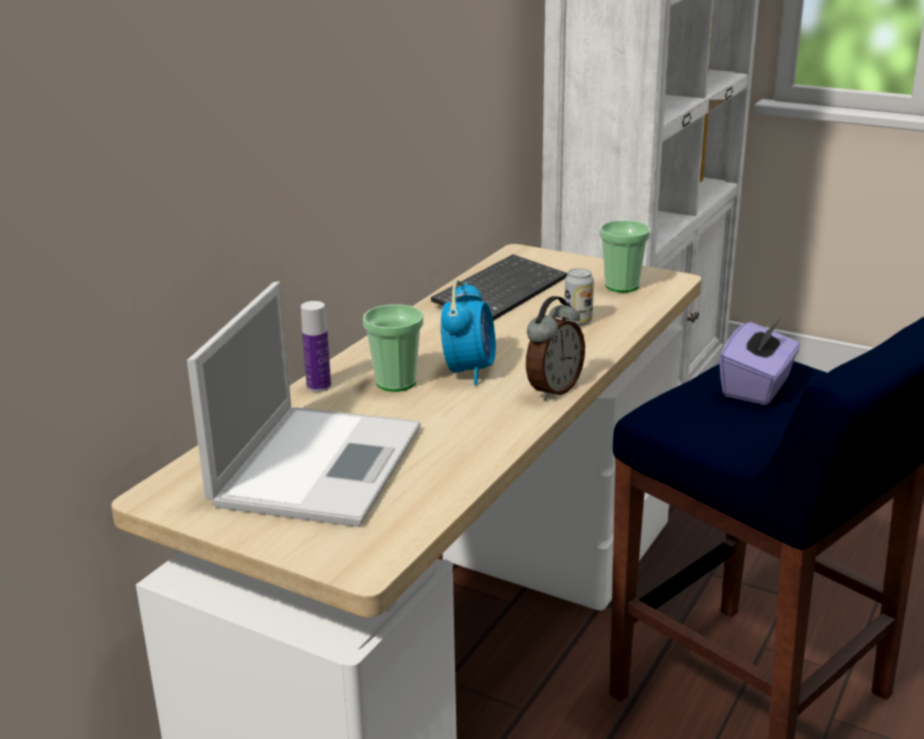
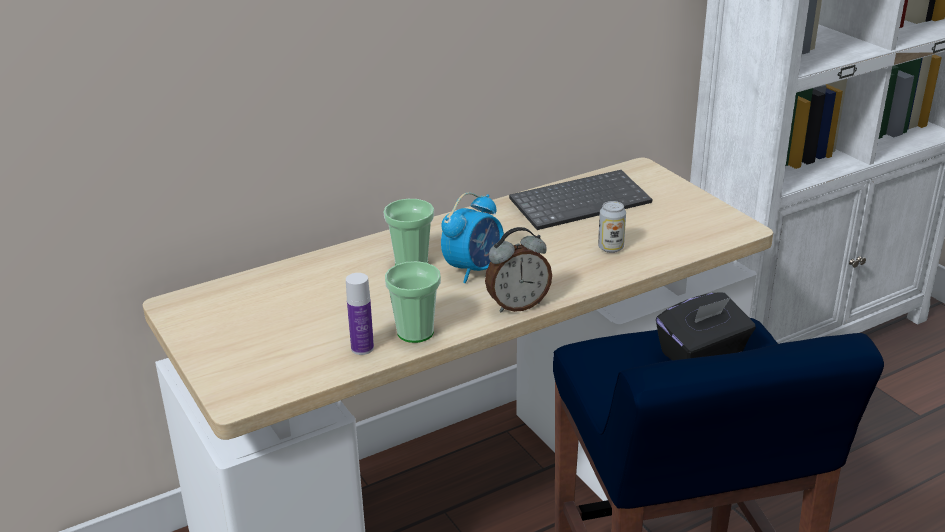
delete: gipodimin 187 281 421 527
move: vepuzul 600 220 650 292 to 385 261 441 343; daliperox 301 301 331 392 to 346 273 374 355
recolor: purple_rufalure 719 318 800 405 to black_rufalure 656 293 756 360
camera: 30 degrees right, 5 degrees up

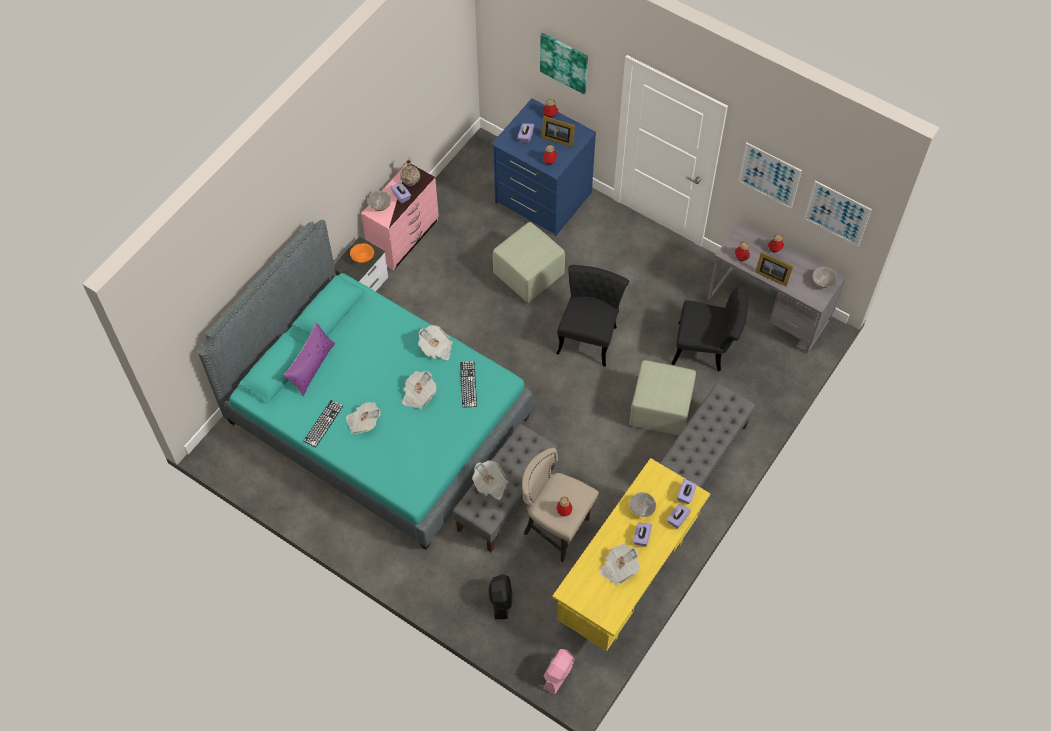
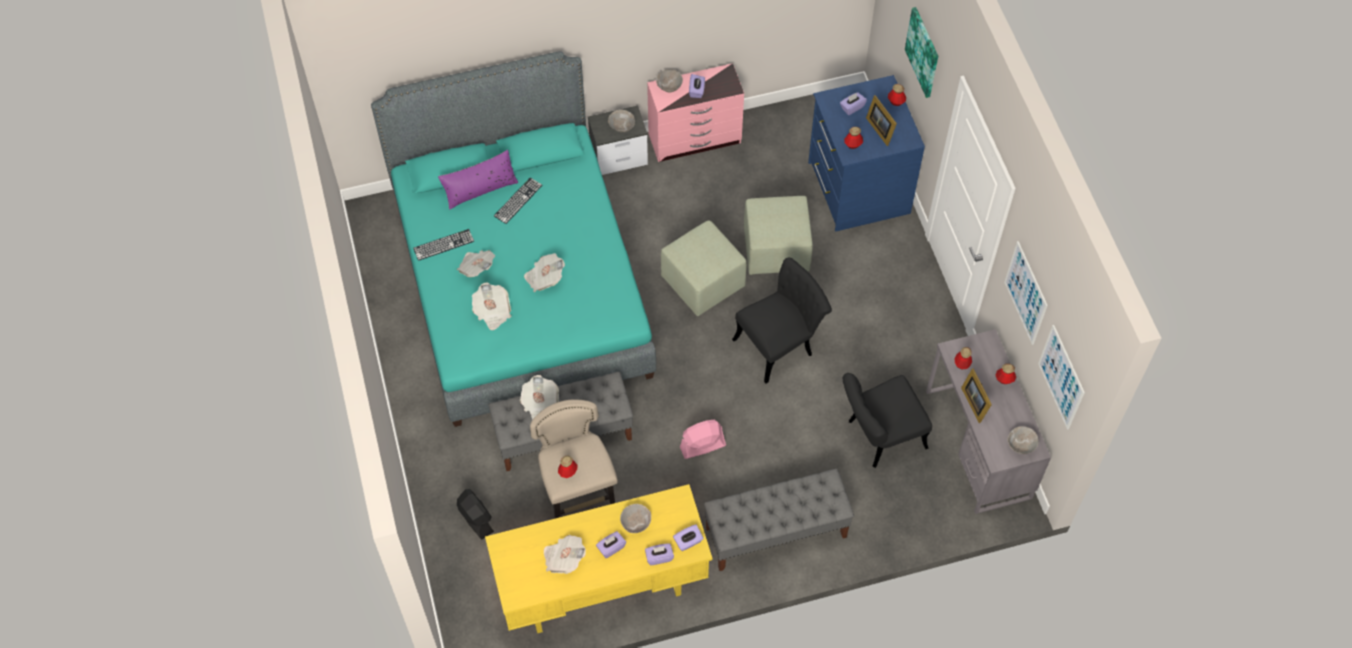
delete: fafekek 400 157 420 186
move: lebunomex 418 325 453 360 to 472 282 511 330; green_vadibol 629 360 696 435 to 661 220 747 316; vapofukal 460 361 477 408 to 494 178 542 224; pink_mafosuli 543 649 575 695 to 680 420 726 459
recolor: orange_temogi 350 243 374 263 to grey_temogi 608 109 635 132
rotate: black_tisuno 672 285 748 371 = 843 373 932 468 105 degrees clockwise; black_mafosuli 489 574 512 619 = 457 489 494 539 75 degrees counterclockwise
camera: 40 degrees right, 0 degrees up

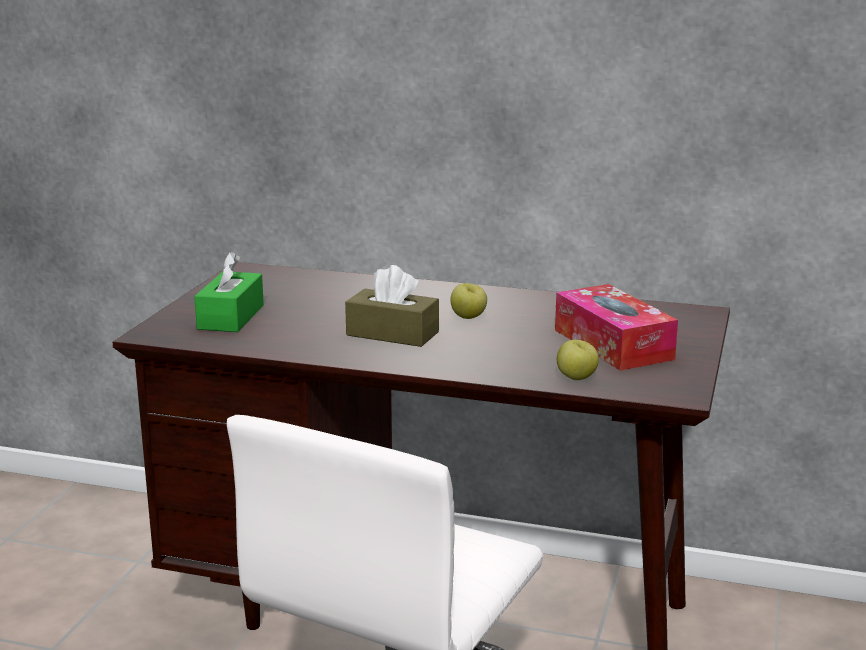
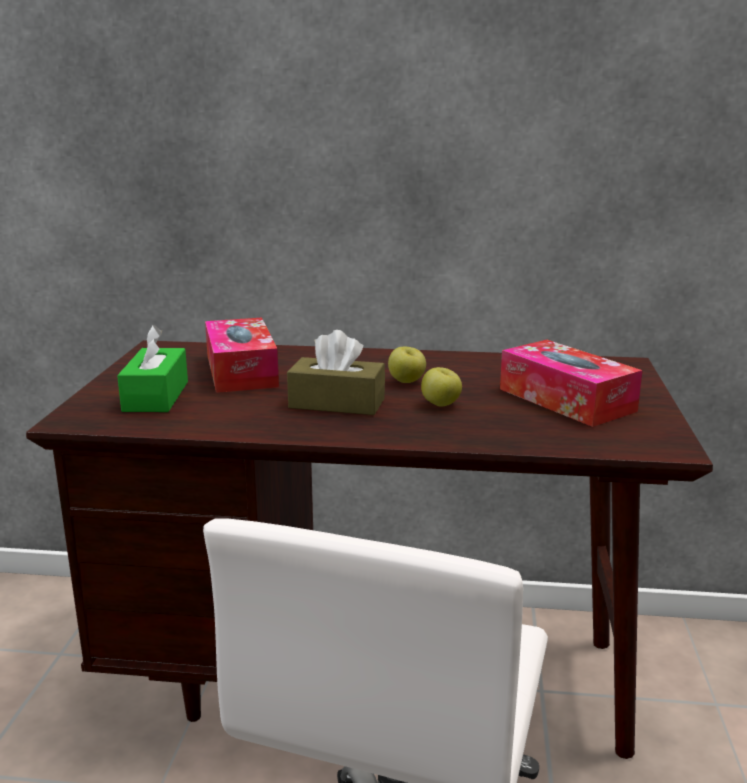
insert: rufalure 205 317 279 393
move: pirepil 557 340 599 380 to 421 367 462 407
camera: 10 degrees left, 0 degrees up

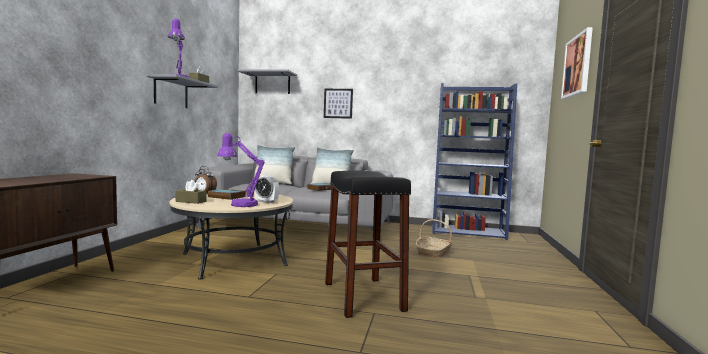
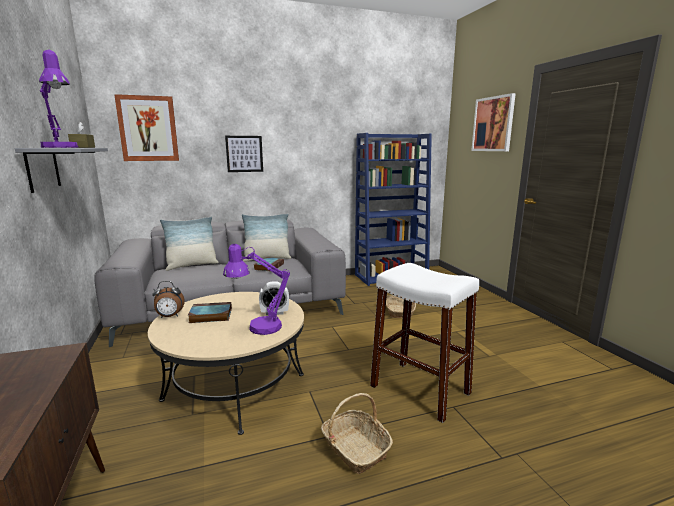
delete: brown_rufalure 175 180 206 204
insert: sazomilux 321 393 393 474
replace: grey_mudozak 237 69 297 94 to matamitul 114 94 179 161
recolor: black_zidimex 325 170 411 318 to white_zidimex 370 263 479 423
camera: 30 degrees left, 10 degrees up

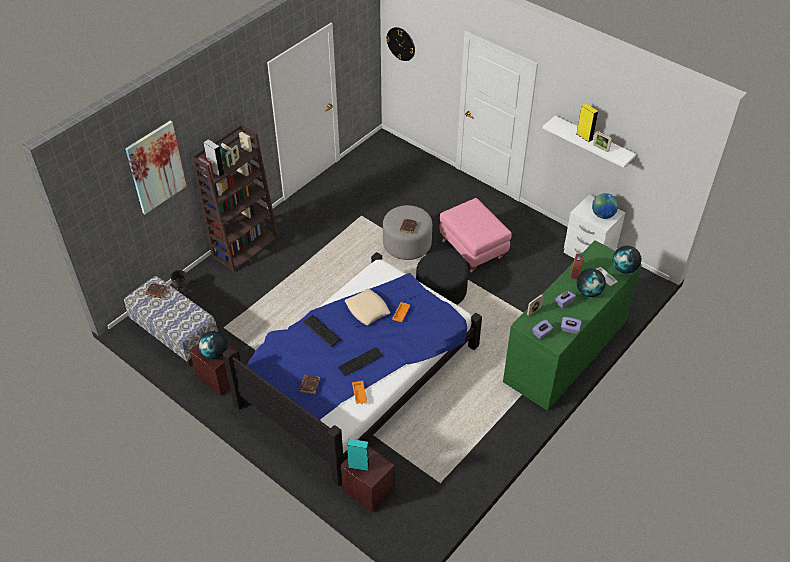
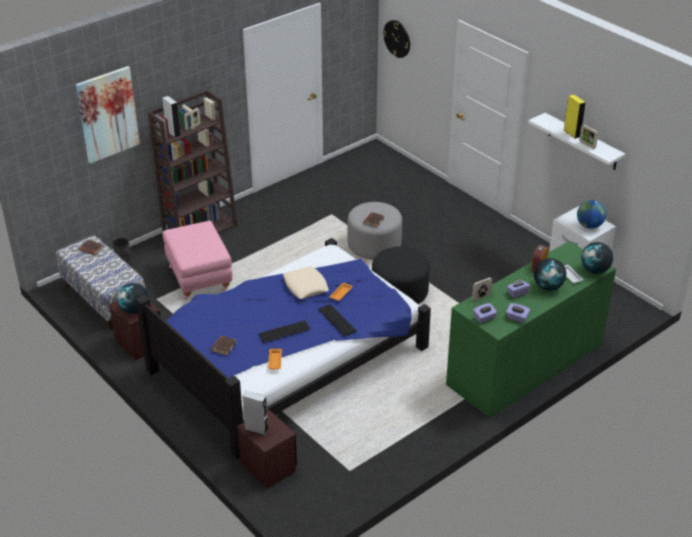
move: pink_vadibol 440 198 512 272 to 162 221 232 300; vapofukal 303 315 341 347 to 318 304 357 337
recolor: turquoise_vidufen 347 439 370 471 to grey_vidufen 243 391 269 435
camera: 10 degrees right, 10 degrees down

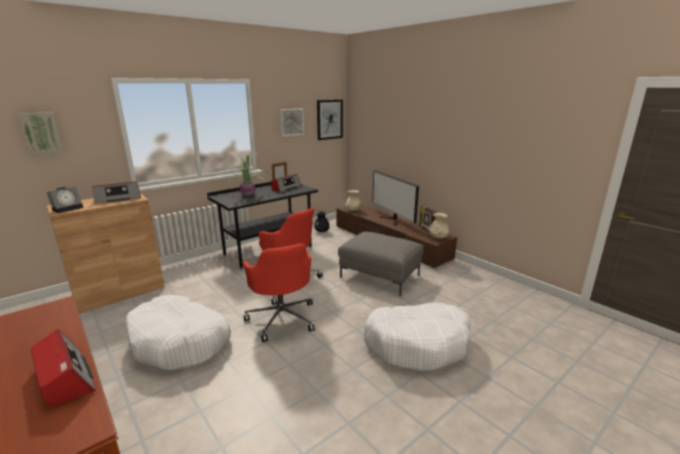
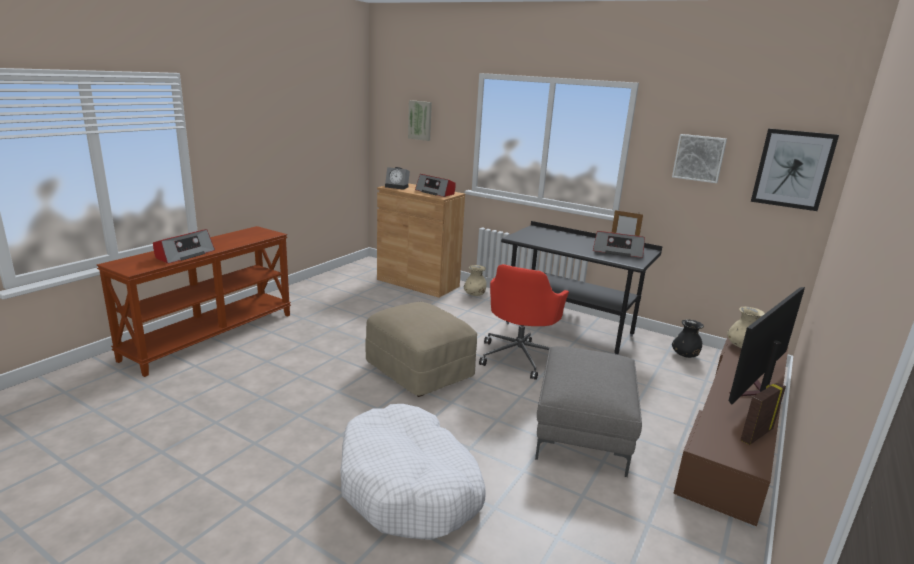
delete: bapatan 228 153 266 196; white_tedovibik 125 295 231 371
move: beige_fafekek 429 213 449 239 to 464 265 487 296
replace: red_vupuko 242 244 315 342 to beige_vadibol 365 302 477 397
camera: 70 degrees right, 0 degrees up

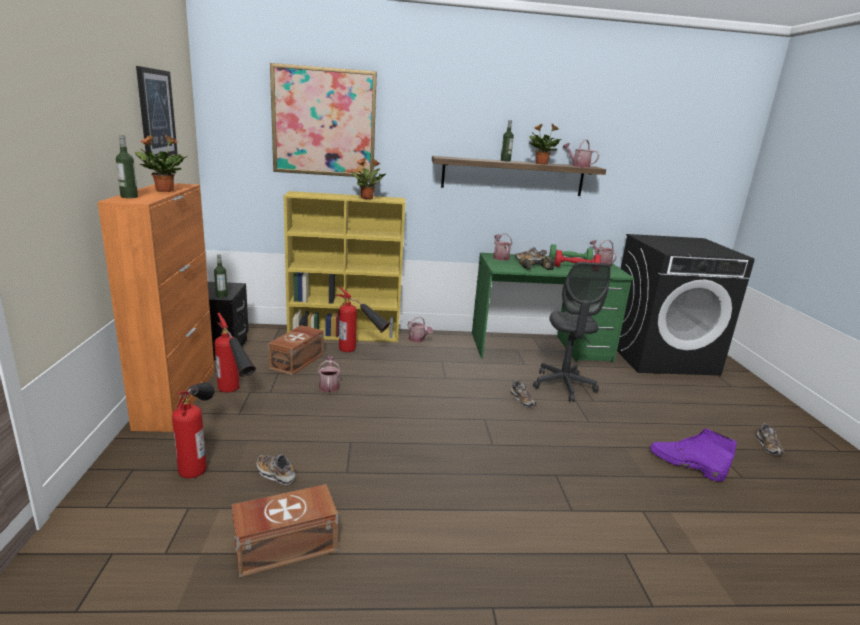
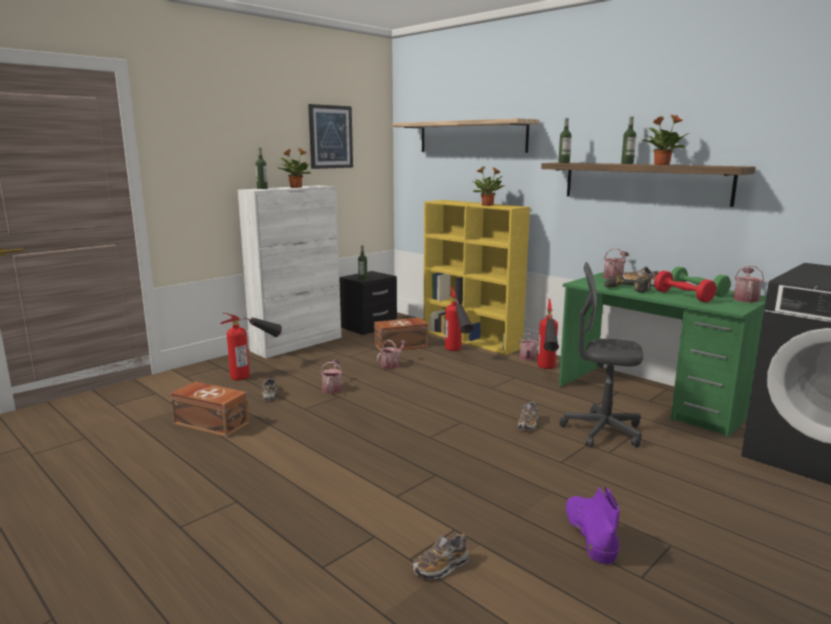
insert: daliperox 558 118 572 163
move: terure 563 140 599 168 to 320 360 343 394; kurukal 214 313 256 393 to 537 299 559 369; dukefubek 756 423 784 455 to 412 534 469 579
replace: matamitul 270 63 377 177 to mudozak 392 118 540 153
recolor: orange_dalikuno 97 183 215 432 to white_dalikuno 238 185 341 358
rotate: grey_vupuko 533 262 611 402 = 560 262 643 448 60 degrees clockwise
camera: 50 degrees right, 5 degrees down

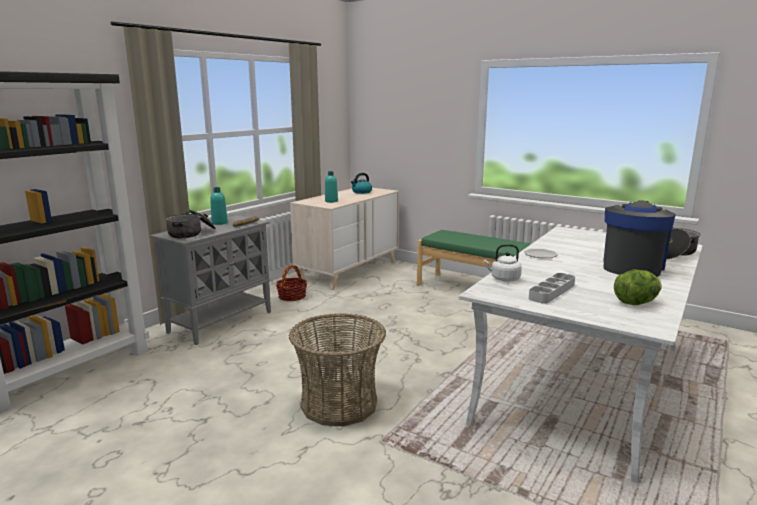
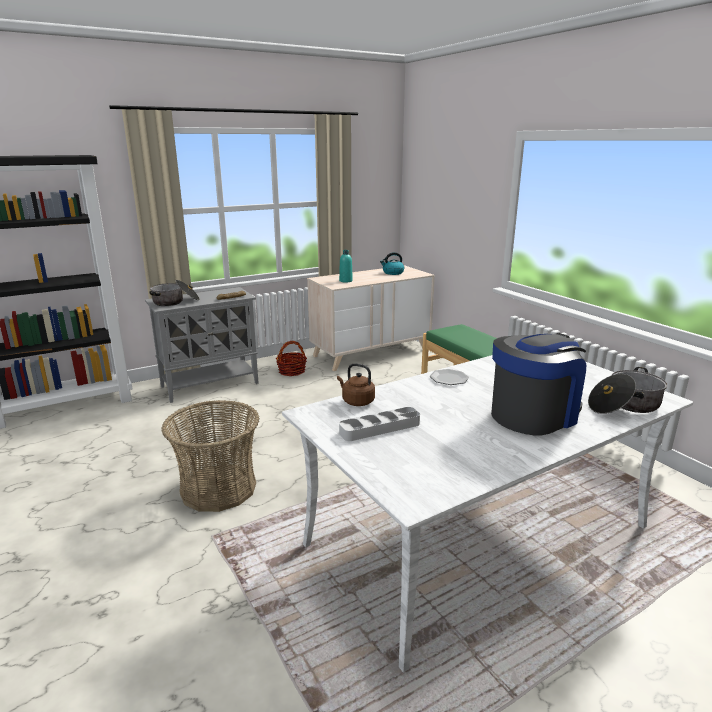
delete: turquoise_daliperox 210 187 228 225; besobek 614 270 662 305
recolor: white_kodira 483 244 522 282 to brown_kodira 337 363 375 406
camera: 25 degrees right, 5 degrees up

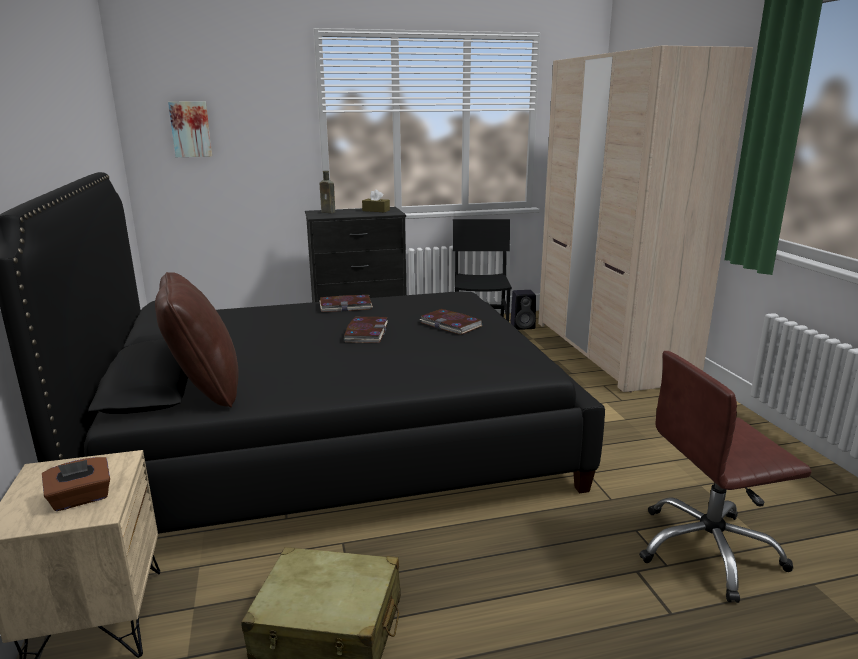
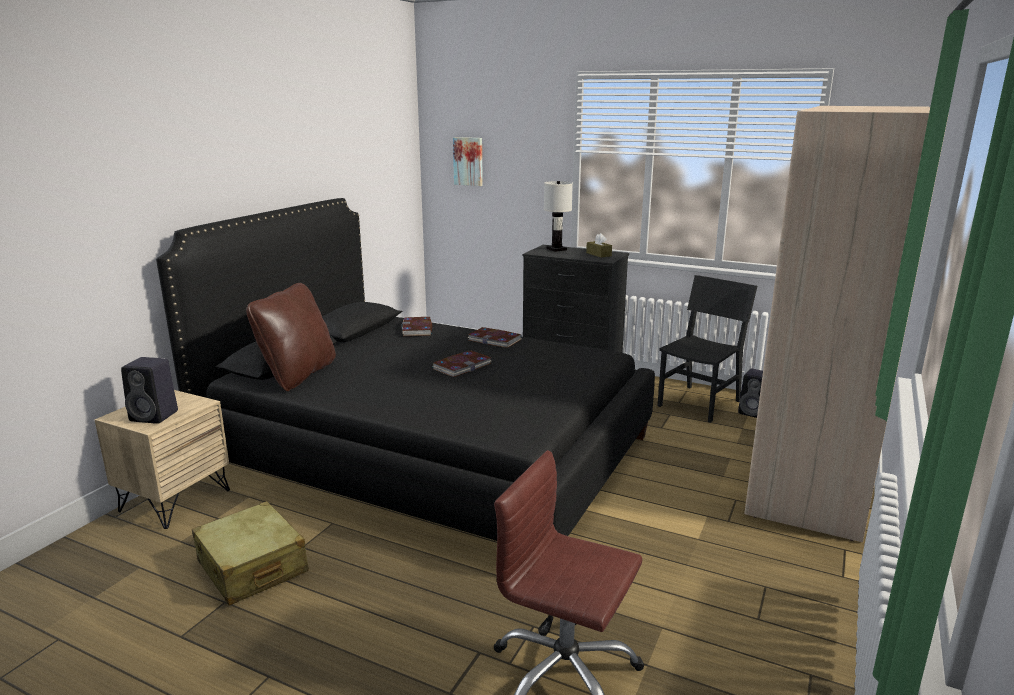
move: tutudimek 419 309 482 335 to 401 317 432 336
replace: brown_daliperox 320 171 335 213 to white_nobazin 544 181 573 252; brown_rufalure 42 457 110 511 to black_vidufen 121 357 178 424
camera: 40 degrees right, 0 degrees up

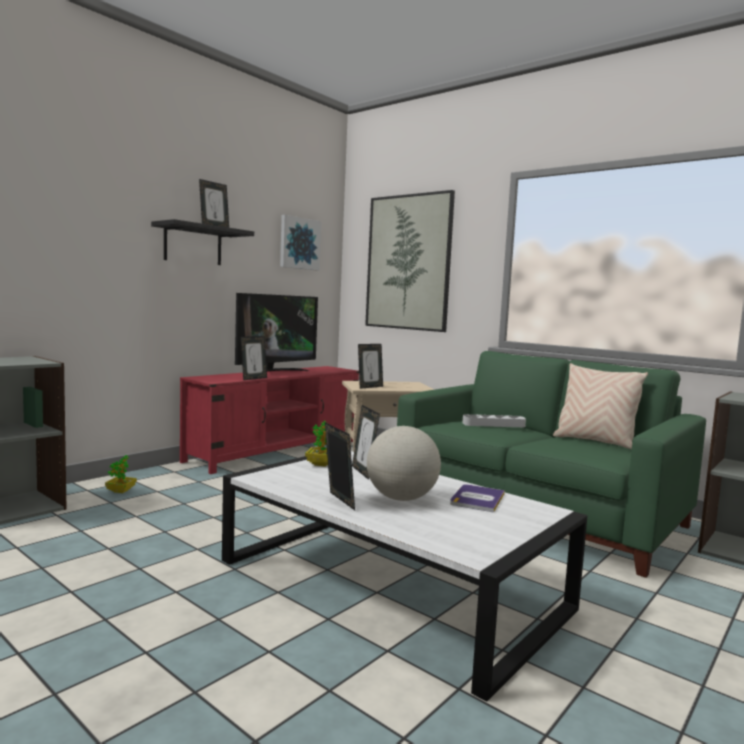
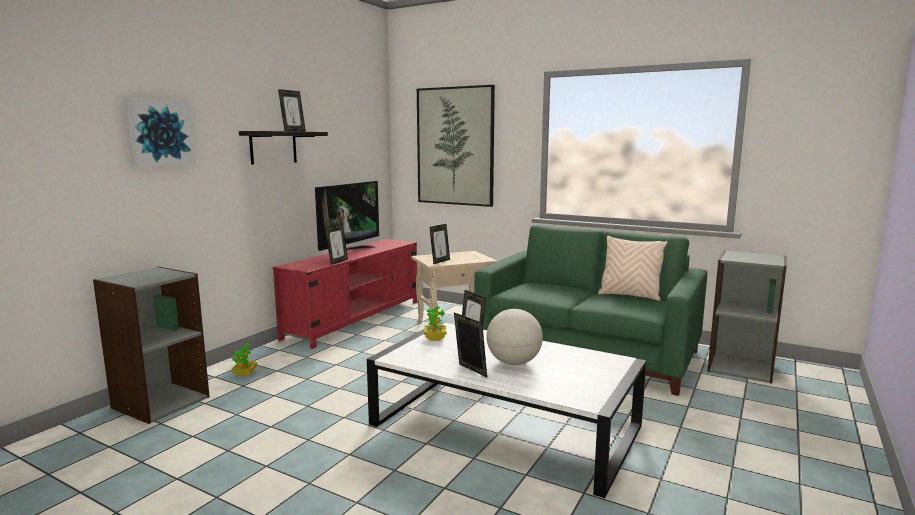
delete: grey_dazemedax 463 414 526 427; tutudimek 450 484 505 513
move: matamitul 280 215 321 270 to 124 98 196 168
camera: 10 degrees left, 5 degrees up

